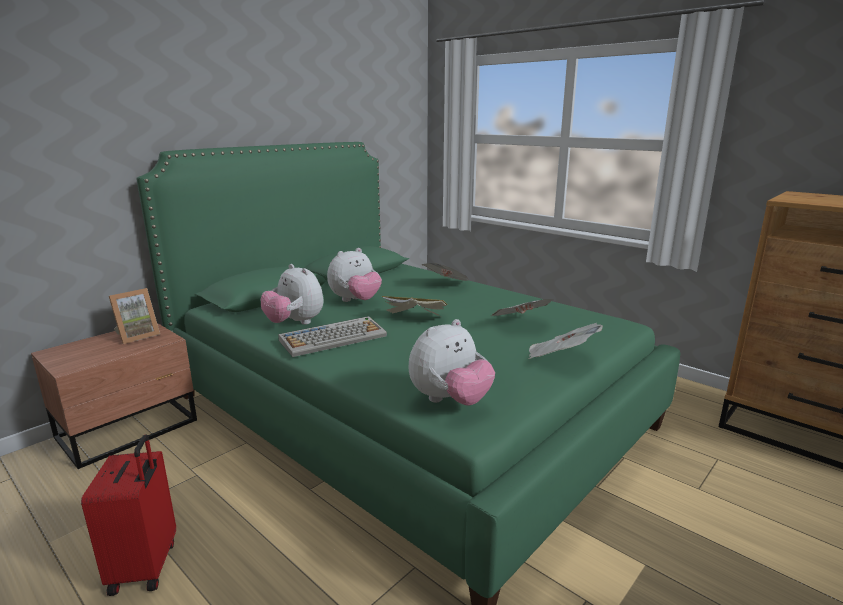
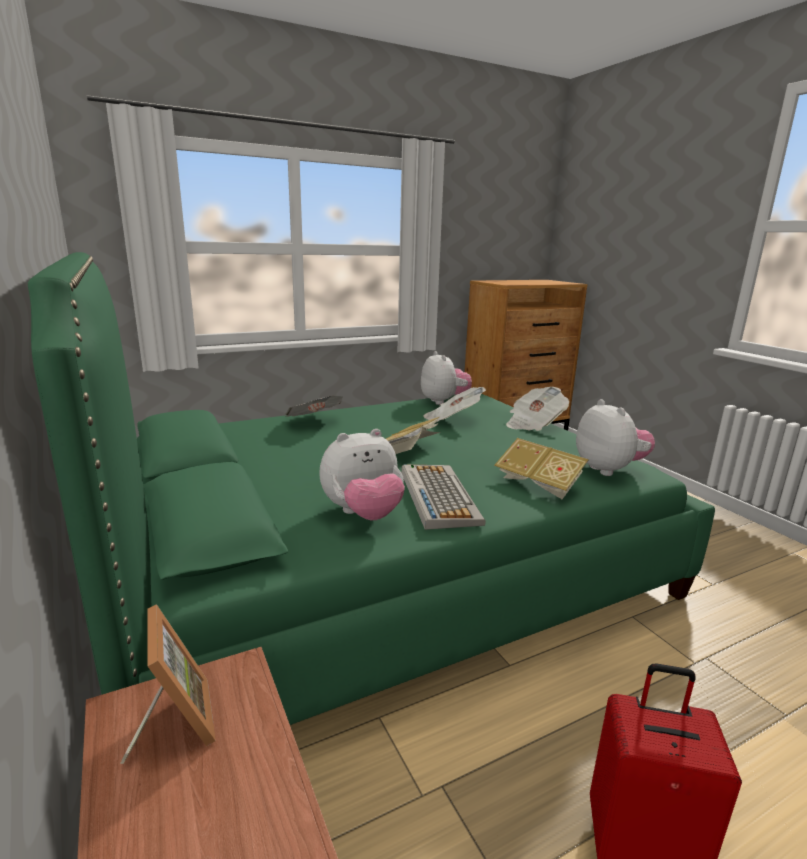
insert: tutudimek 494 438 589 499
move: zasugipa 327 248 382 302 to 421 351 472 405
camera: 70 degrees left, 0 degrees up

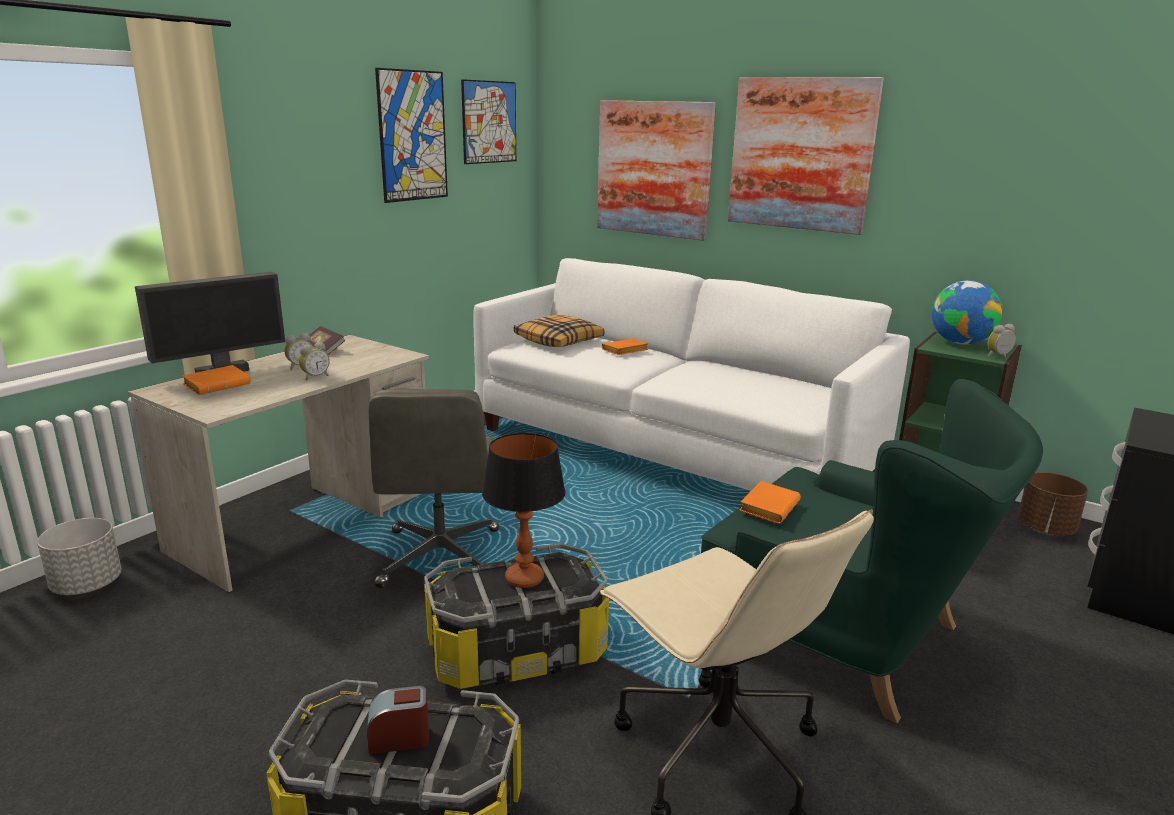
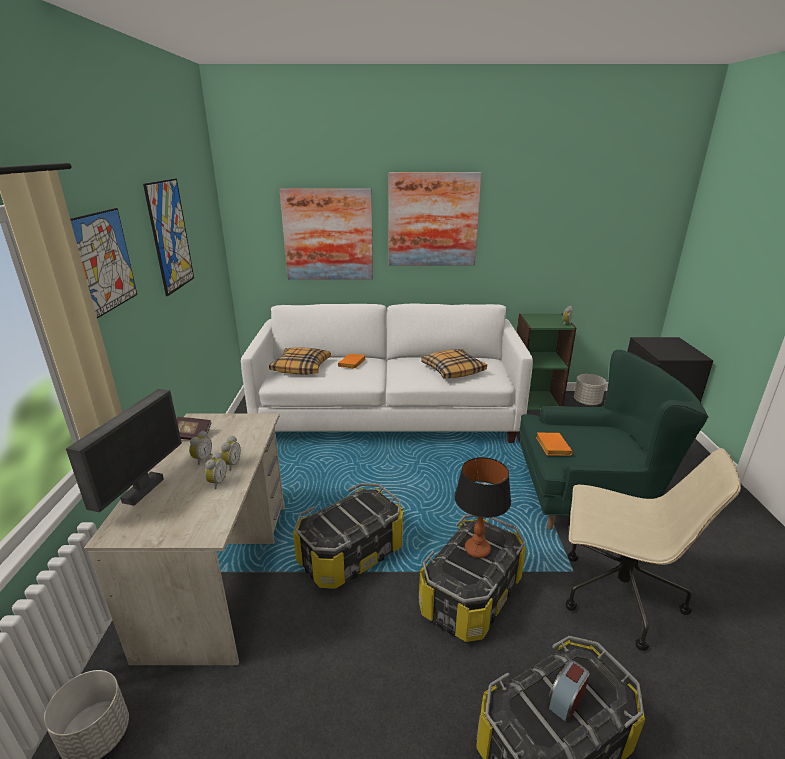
delete: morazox 932 280 1002 345; orange_tutudimek 182 365 251 395
insert: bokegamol 421 349 487 378; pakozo 205 452 227 489
move: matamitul 461 79 516 164 to 70 208 137 319
replace: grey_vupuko 368 389 499 588 to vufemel 293 483 403 589
recolor: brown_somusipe 1018 472 1088 535 to grey_somusipe 574 374 606 405
camera: 35 degrees left, 5 degrees up

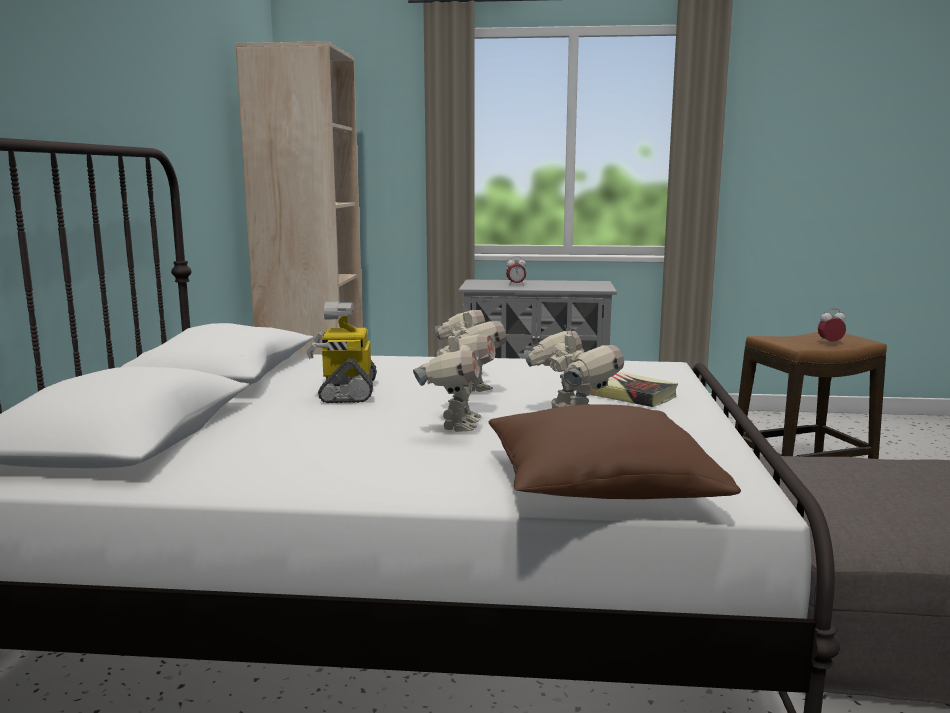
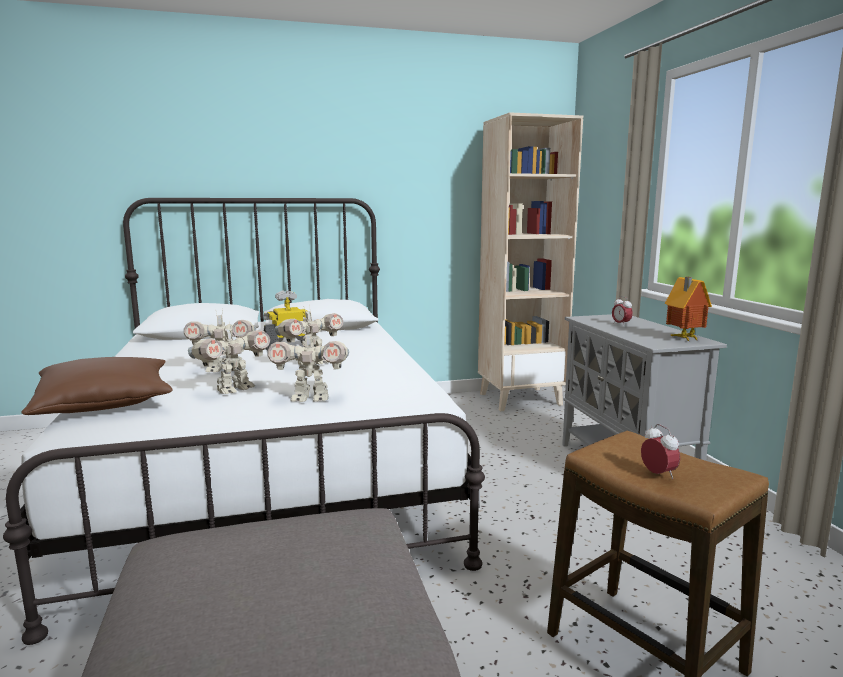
insert: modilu 665 277 712 341
replace: tutudimek 589 372 678 407 to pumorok 268 327 349 402
camera: 70 degrees right, 0 degrees up

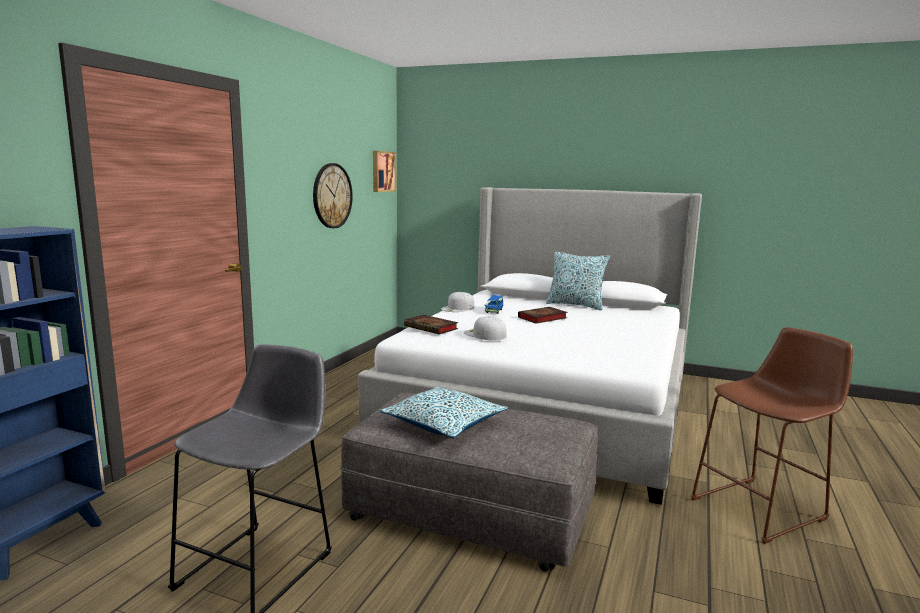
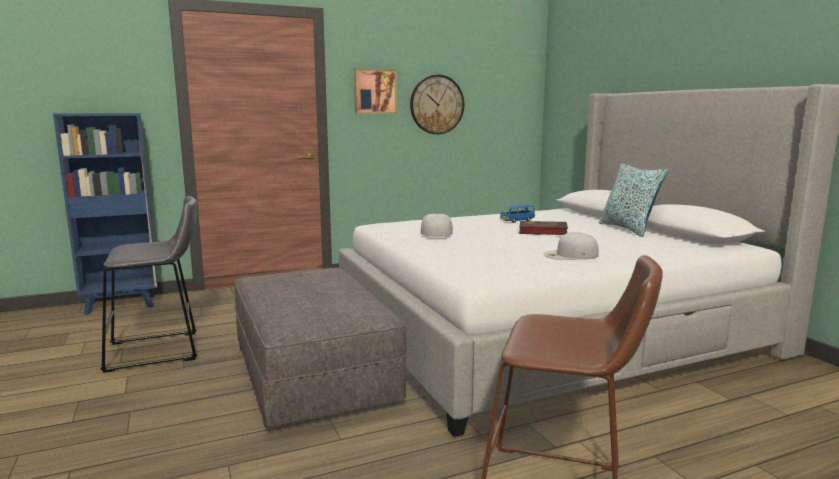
delete: tutudimek 404 315 458 334; bokegamol 380 387 508 438
move: matamitul 373 151 396 192 to 354 69 397 114; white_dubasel 441 292 474 312 to 543 232 599 260
camera: 45 degrees right, 0 degrees up

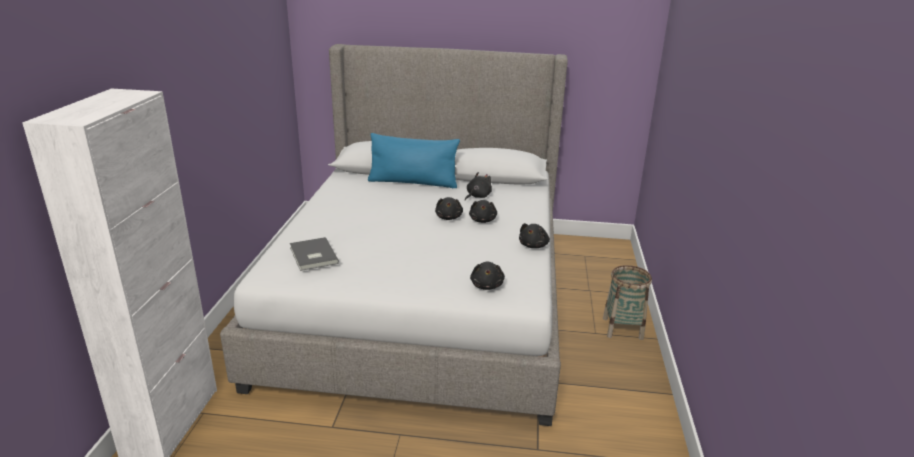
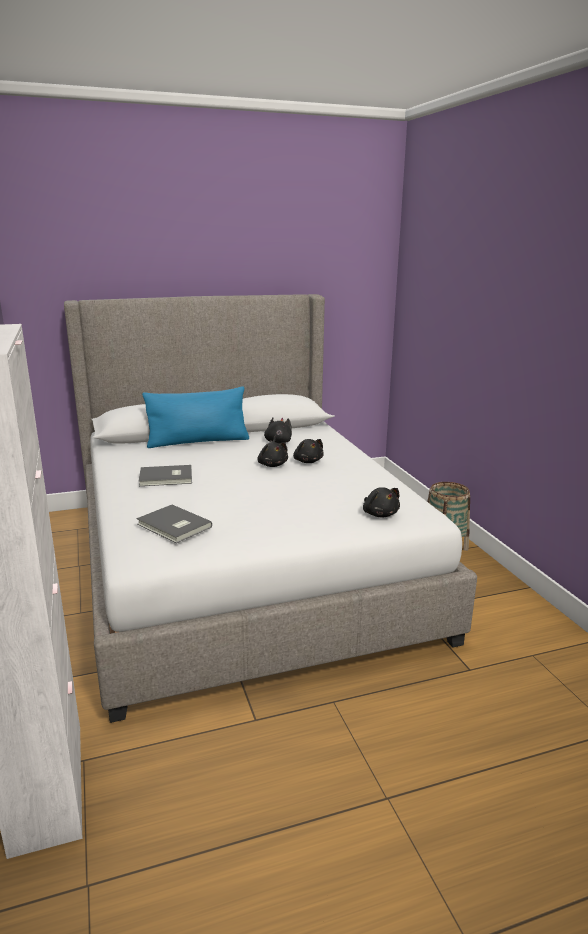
delete: black_zasugipa 519 223 550 248
insert: grey_tutudimek 138 465 192 486
camera: 25 degrees left, 5 degrees down

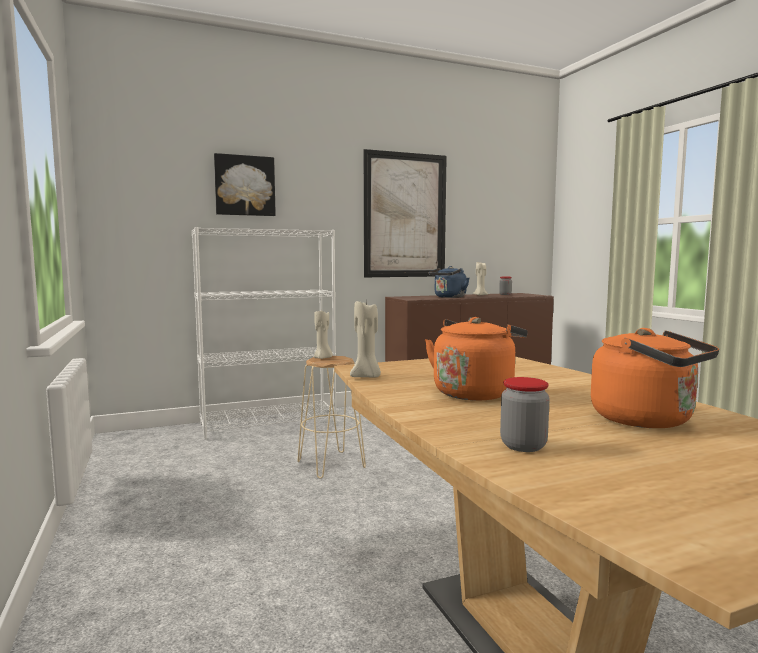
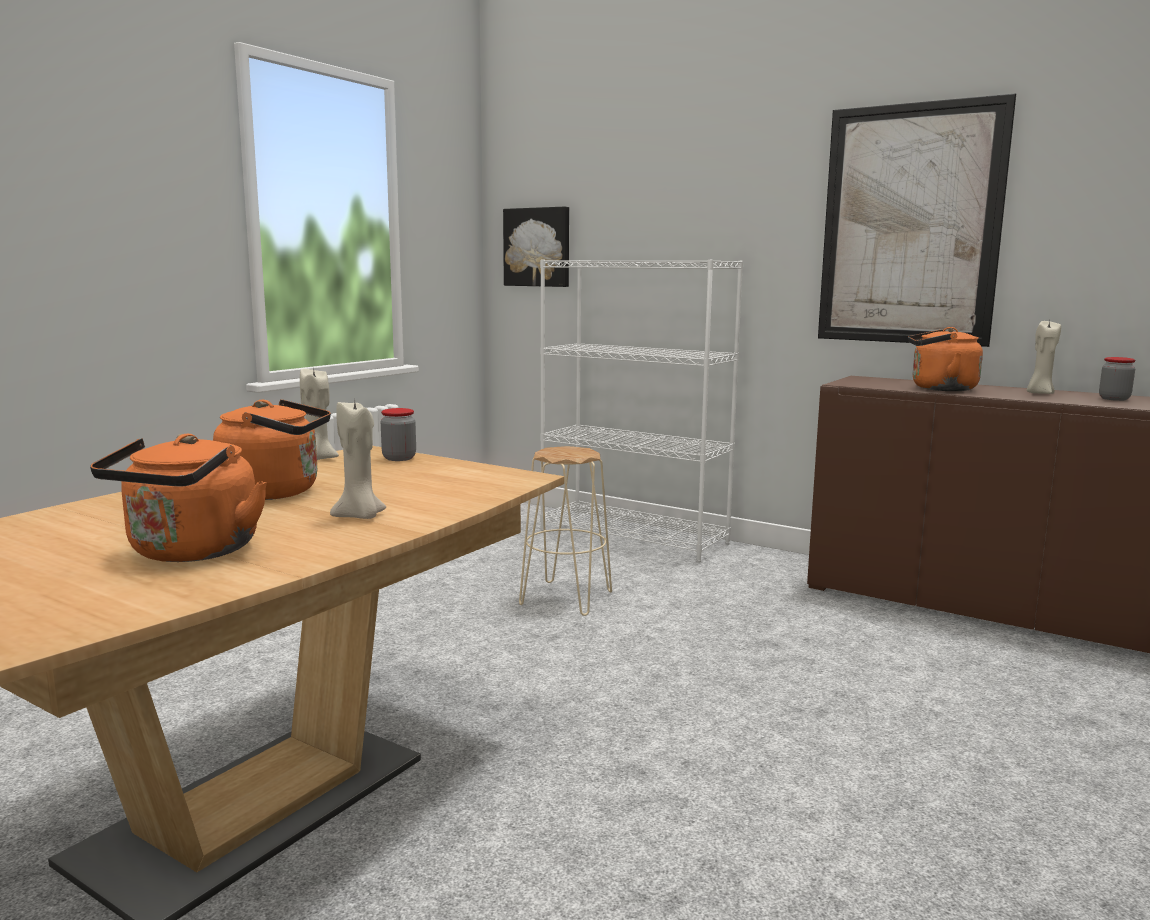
move: matamitul 214 153 276 216 to 503 207 569 287; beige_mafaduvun 314 311 333 359 to 330 402 386 519; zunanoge 500 377 550 452 to 381 408 416 461
recolor: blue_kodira 429 266 469 298 to orange_kodira 908 327 983 391
camera: 55 degrees right, 5 degrees up

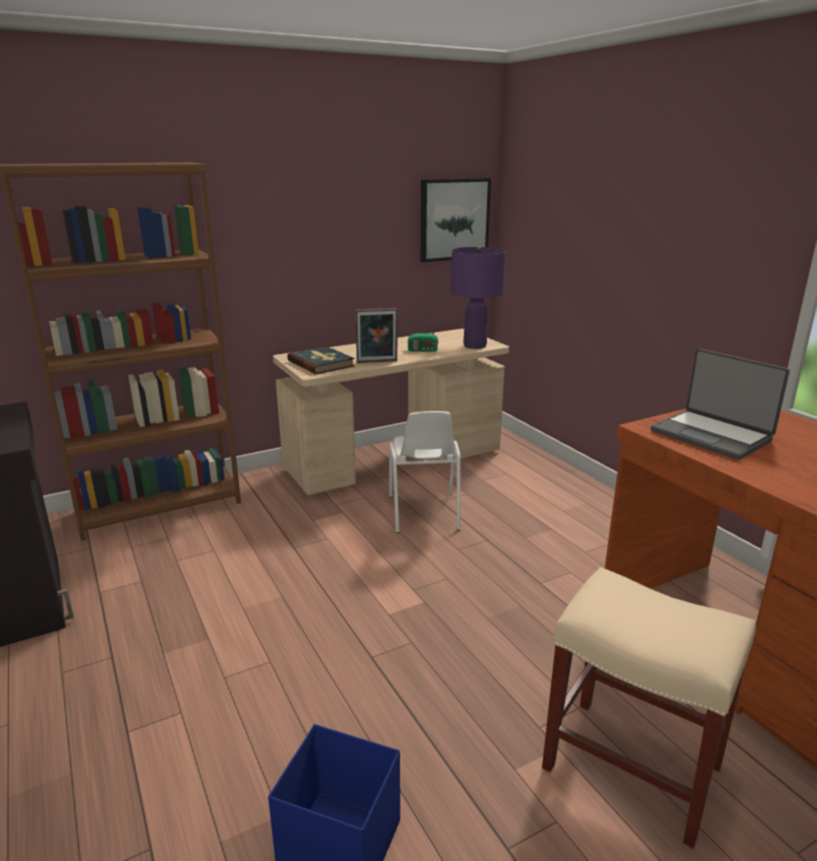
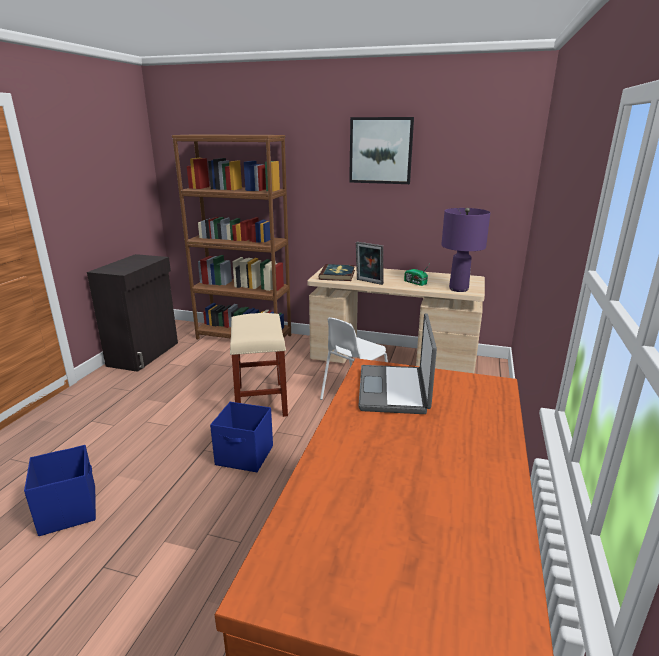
insert: blue_vufemel 210 402 273 472
move: matamitul 421 178 491 263 to 349 117 414 184; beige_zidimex 542 567 756 849 to 230 313 288 417
camera: 45 degrees right, 0 degrees up

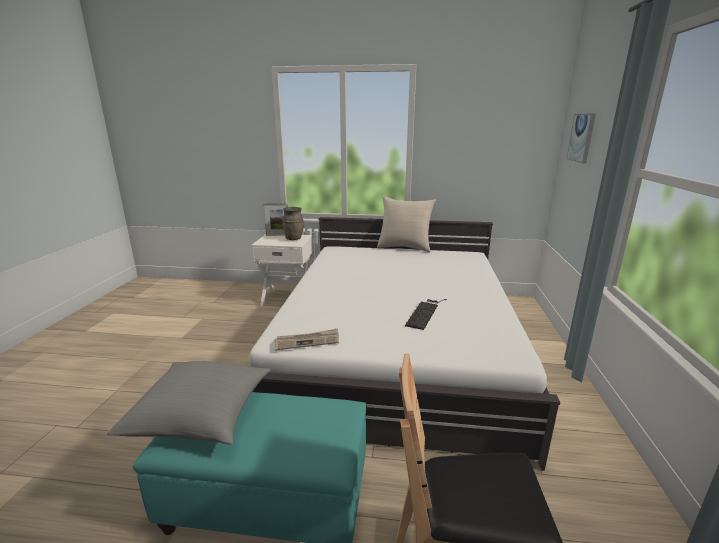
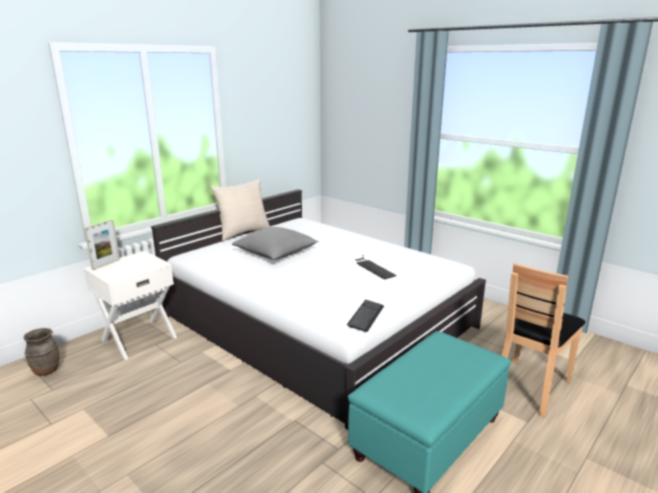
delete: matamitul 566 113 596 163
move: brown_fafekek 282 207 304 240 to 24 328 59 376; grey_bokegamol 107 361 270 445 to 232 227 319 260
replace: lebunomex 275 329 339 350 to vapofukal 347 300 384 332
camera: 55 degrees left, 0 degrees up

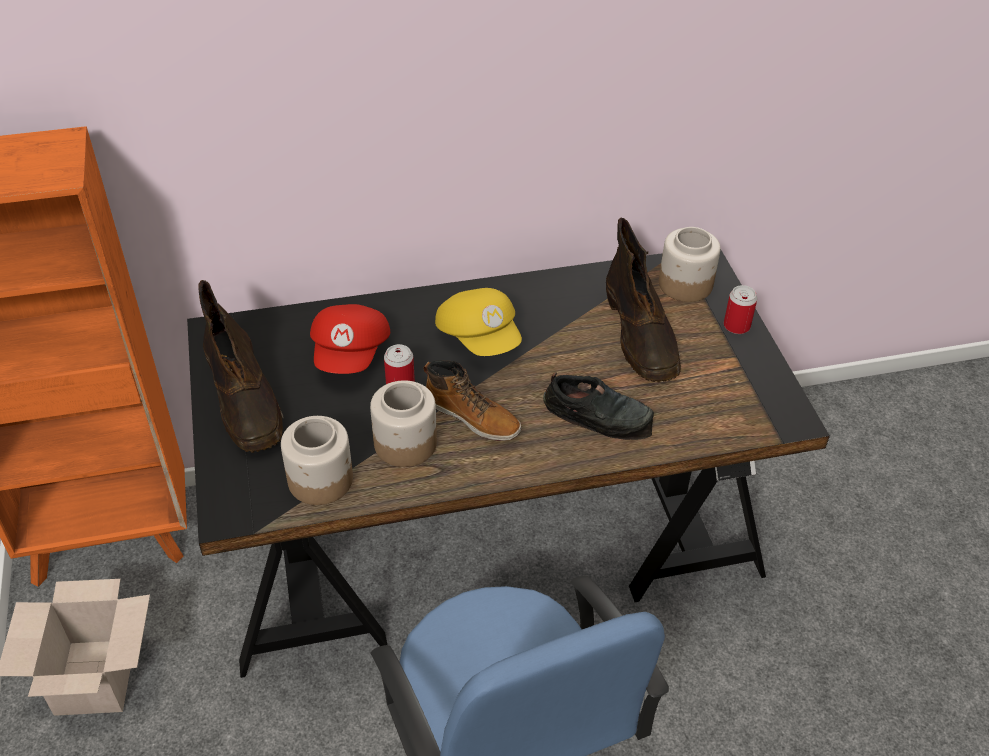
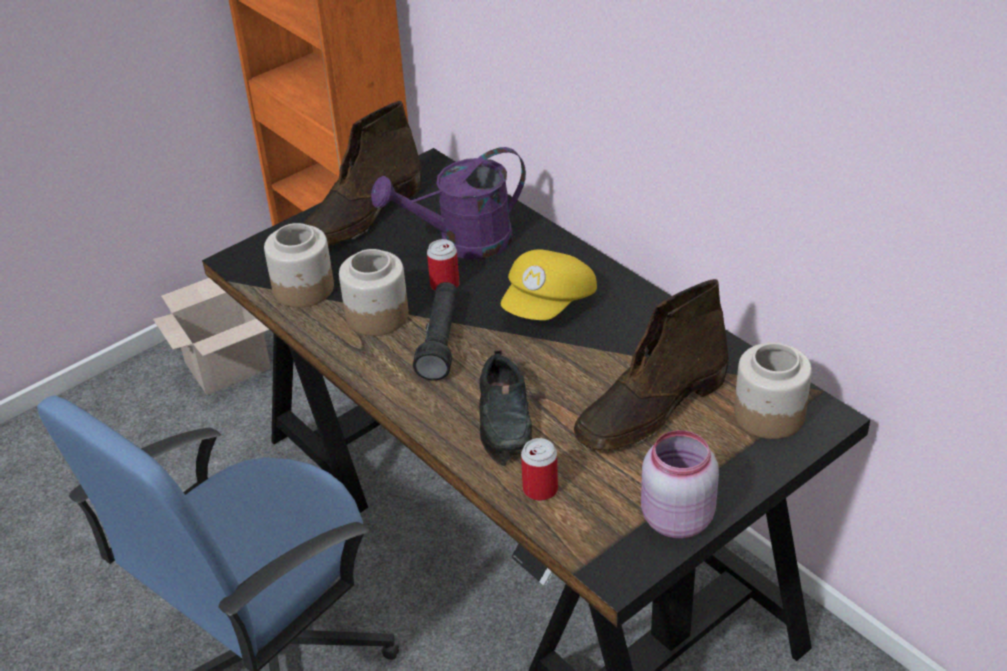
insert: pink_zunanoge 641 430 719 538
move: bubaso 724 285 757 334 to 521 438 558 501
replace: red_dubasel 310 304 390 374 to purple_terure 371 147 526 259; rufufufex 423 360 521 441 to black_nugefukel 413 282 458 381
camera: 65 degrees right, 5 degrees down

